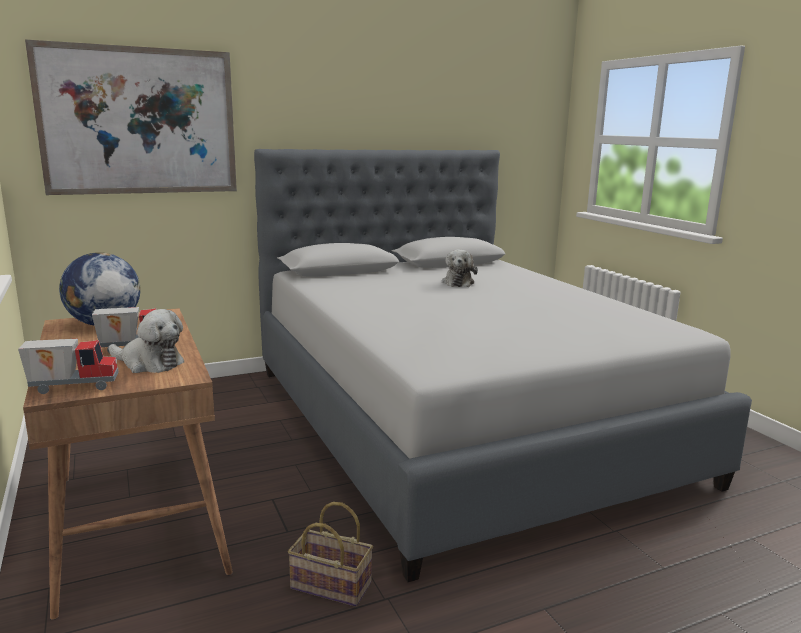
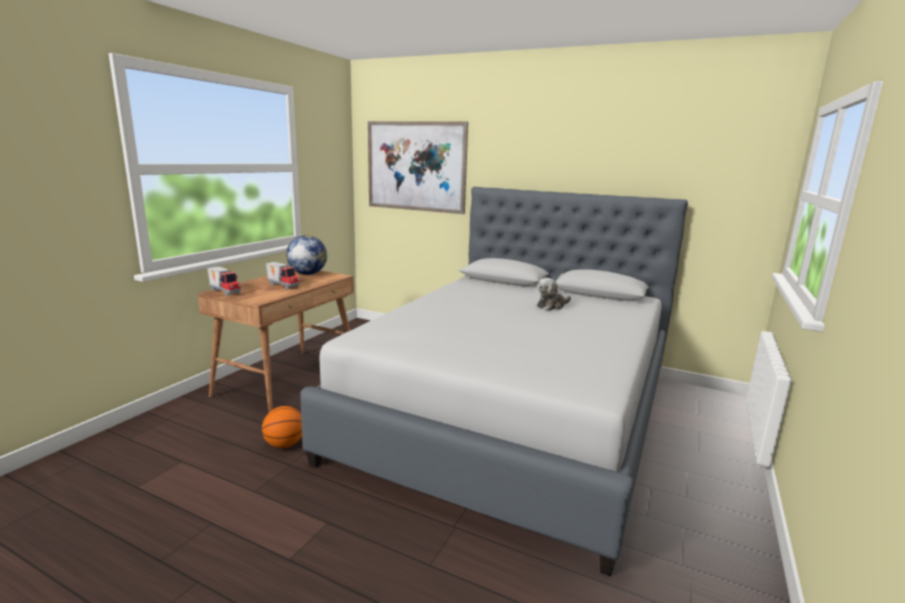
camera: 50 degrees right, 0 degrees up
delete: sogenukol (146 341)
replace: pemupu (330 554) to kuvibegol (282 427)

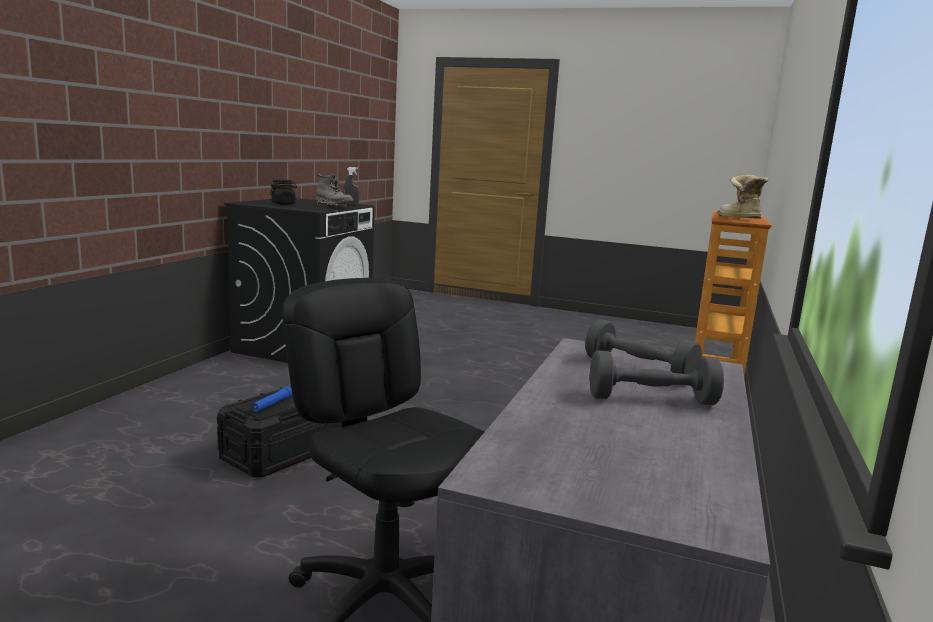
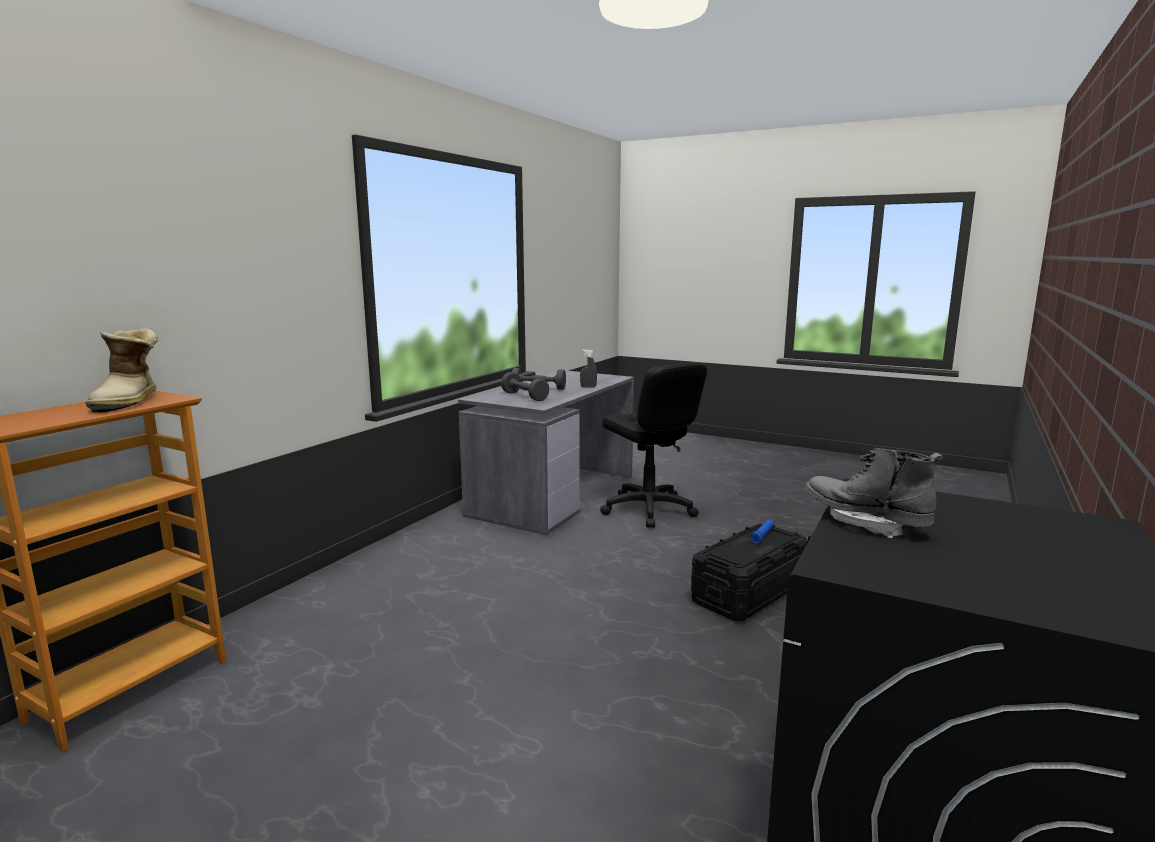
camera: 170 degrees left, 0 degrees up
delete: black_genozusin (283 192)
move: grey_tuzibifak (351 186) to (588 368)

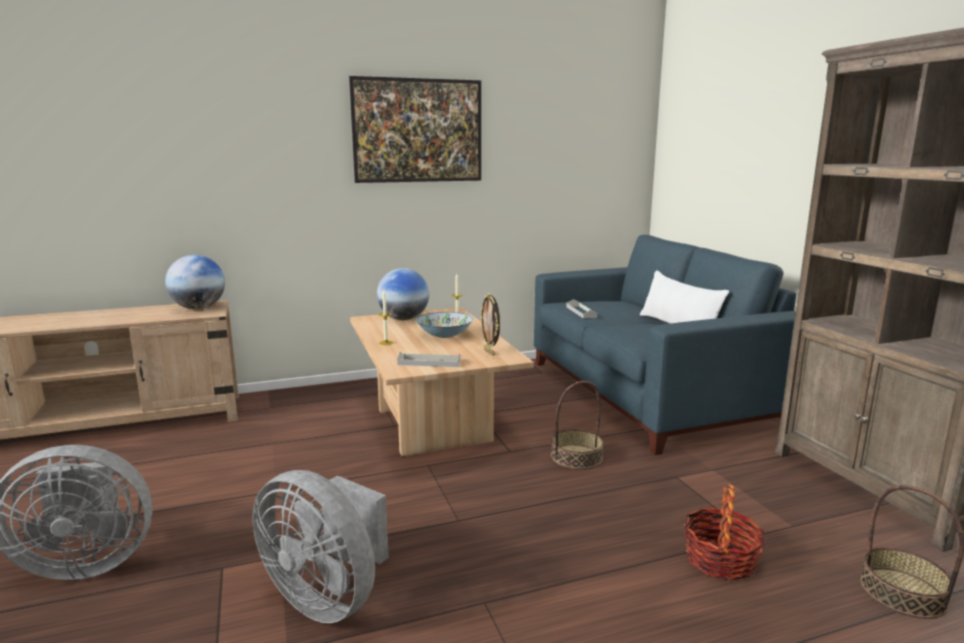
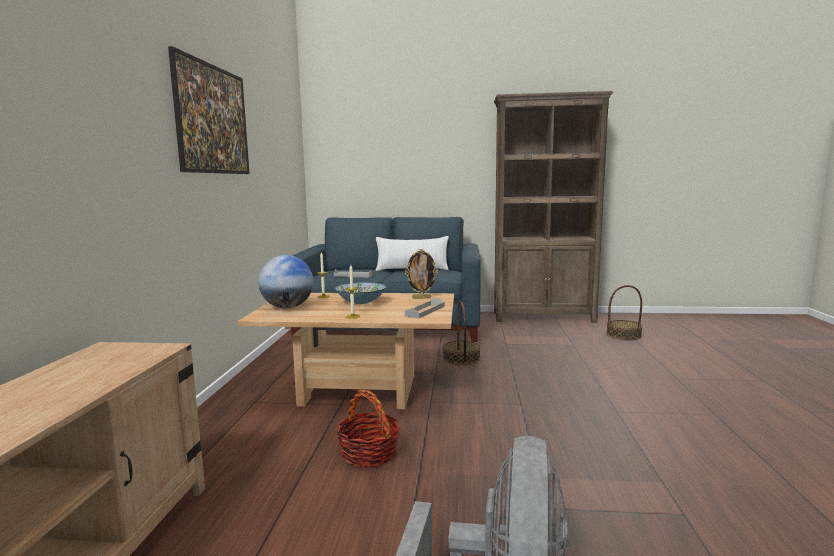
camera: 65 degrees left, 5 degrees down
delete: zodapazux (195 282); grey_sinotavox (320 546)
move: pemupu (724 532) to (368 428)

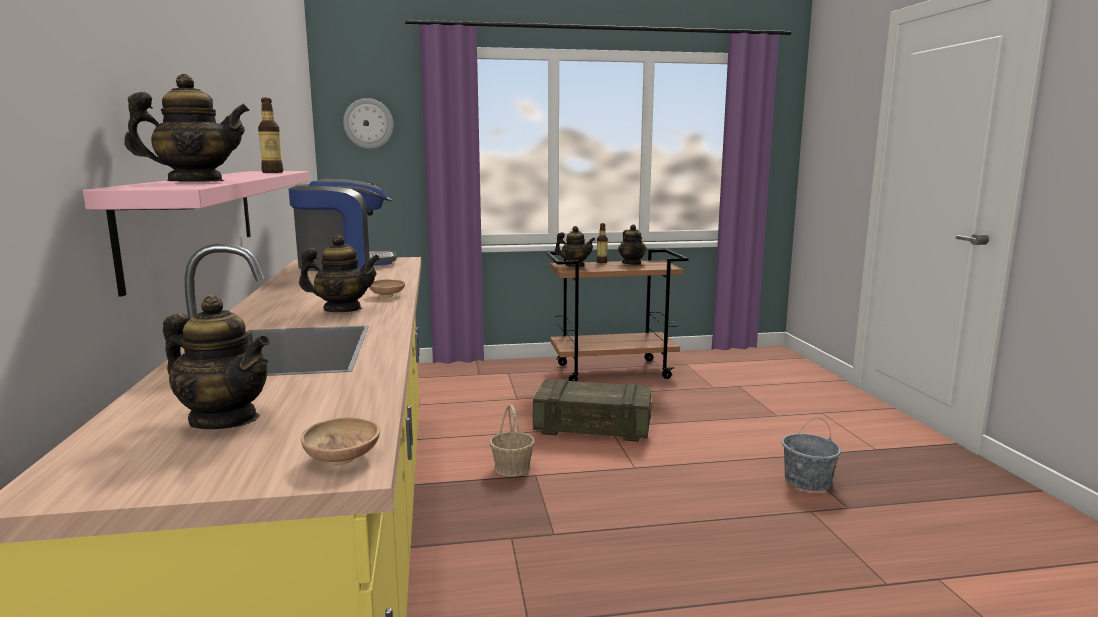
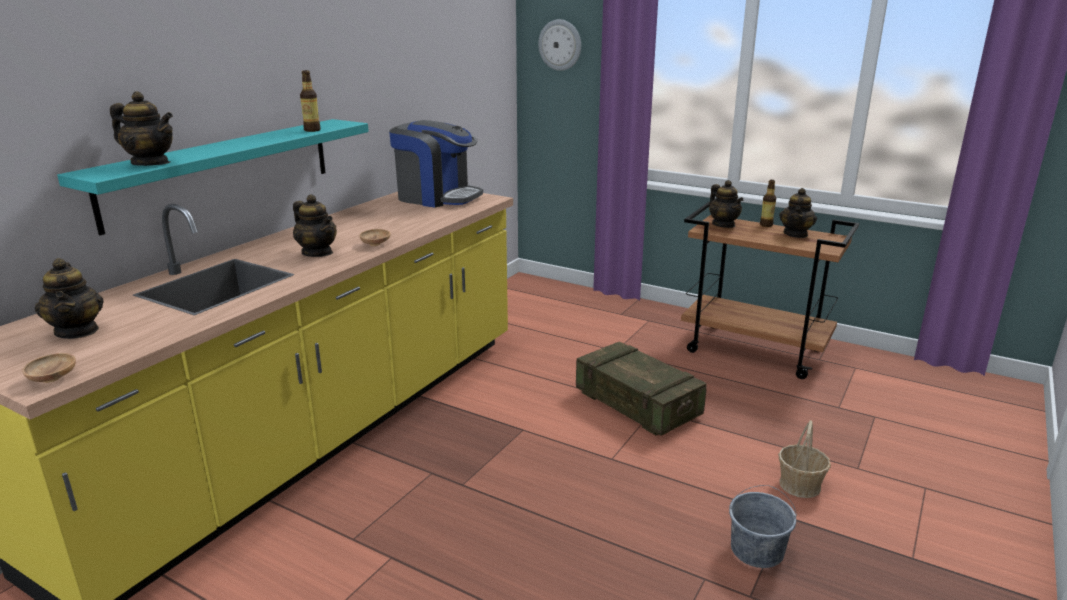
camera: 40 degrees right, 10 degrees up
move: pemupu (512 441) to (804 459)
recolor: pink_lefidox (196 234) to turquoise_lefidox (213 177)

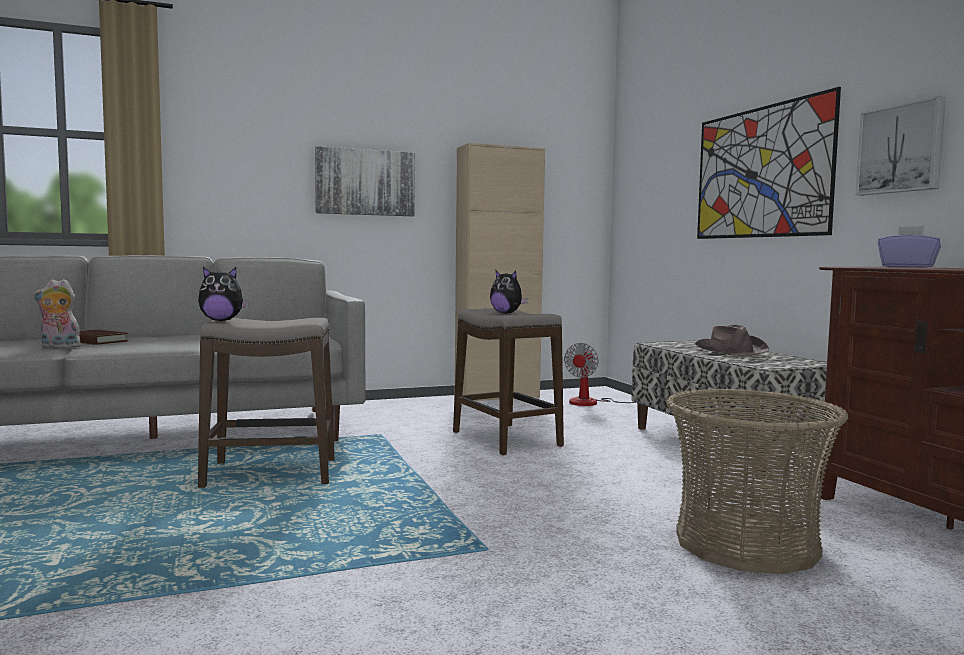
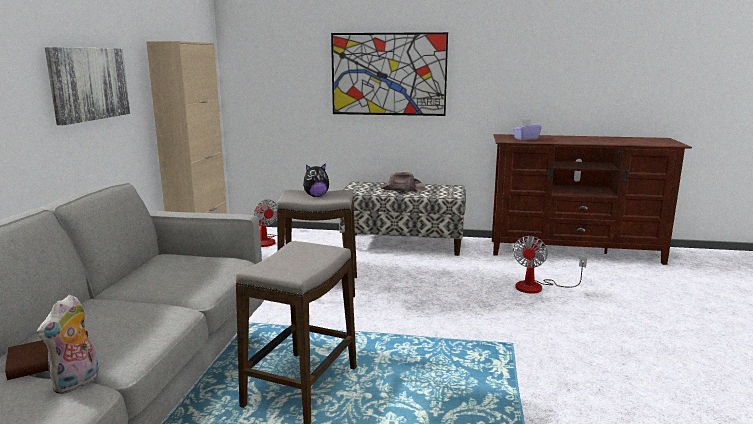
camera: 60 degrees left, 10 degrees up
delete: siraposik (901 145); sogenukol (223 294)
replace: pemupu (757 481) to sinotavox (550 265)

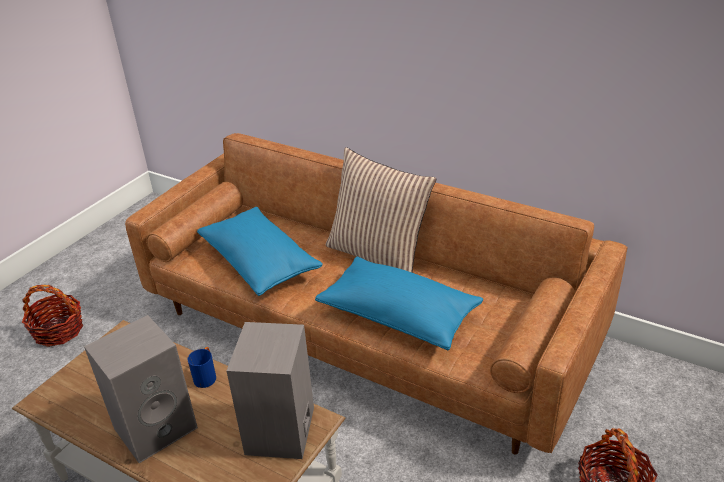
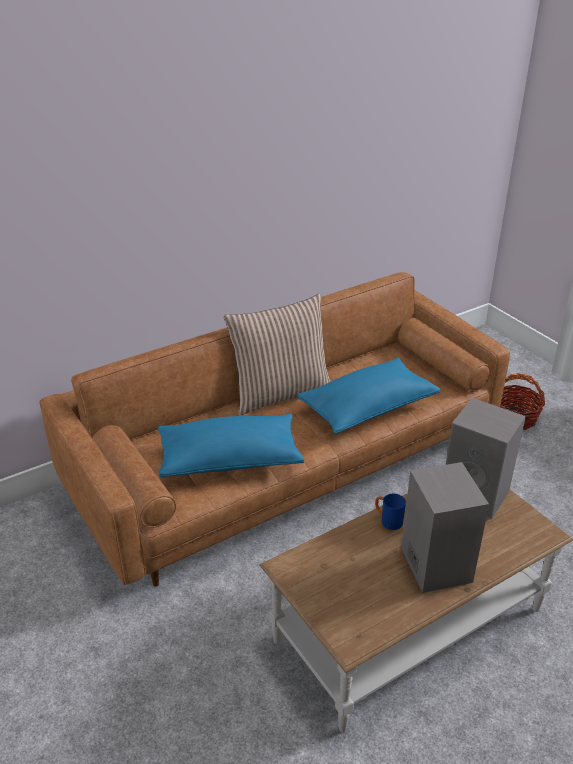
camera: 65 degrees left, 0 degrees up
delete: pemupu (52 316)

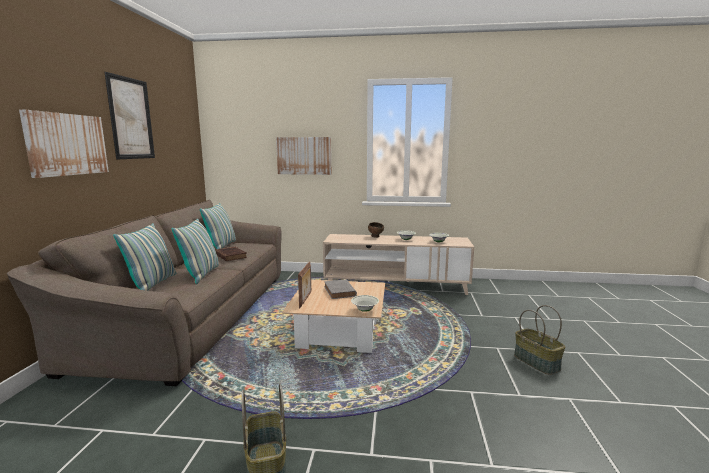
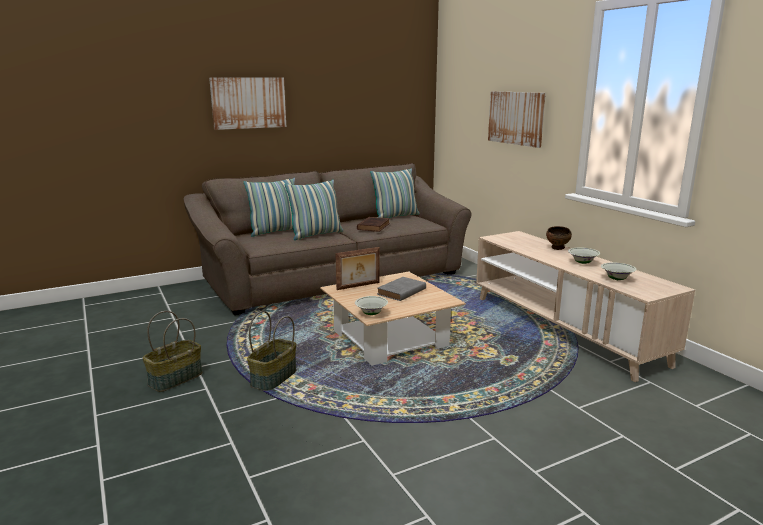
camera: 55 degrees right, 5 degrees up
delete: siraposik (129 115)
move: pemupu (539 340) to (272 351)

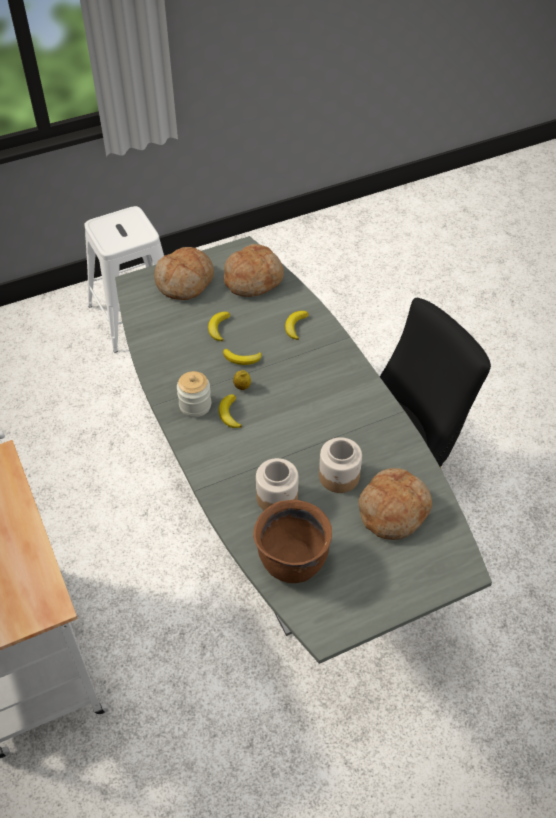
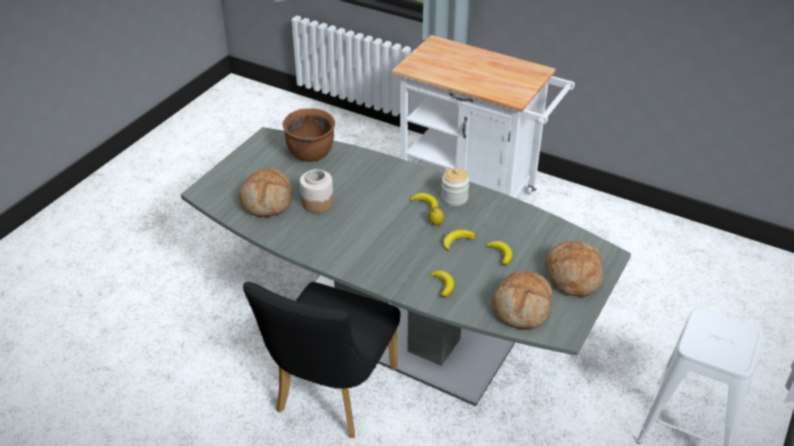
camera: 145 degrees right, 10 degrees down
delete: genozusin (277 484)

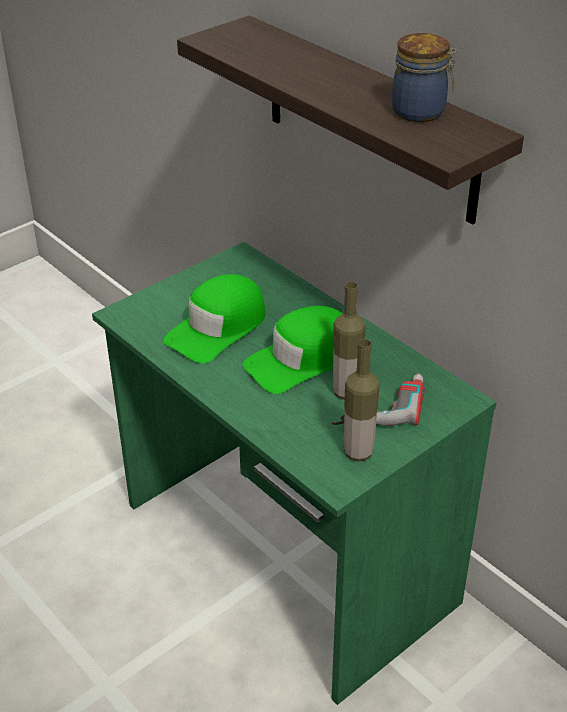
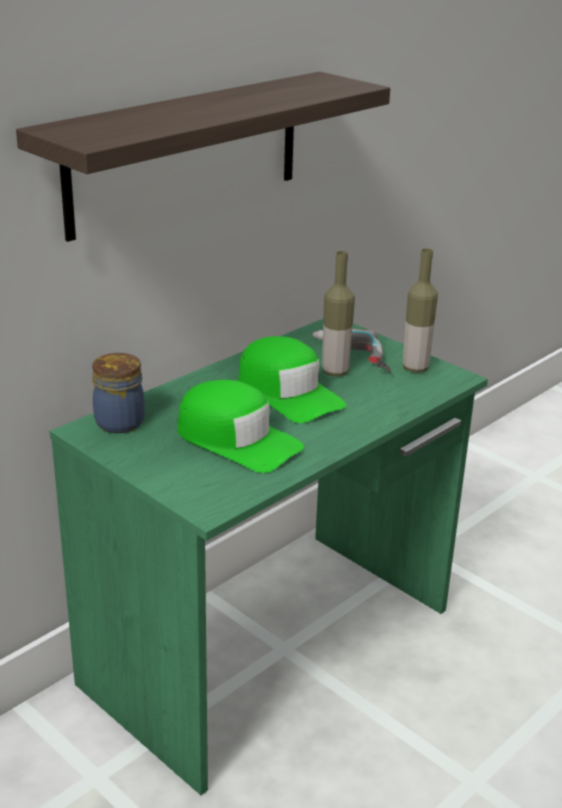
camera: 95 degrees left, 10 degrees down
move: genozusin (424 77) to (118 393)

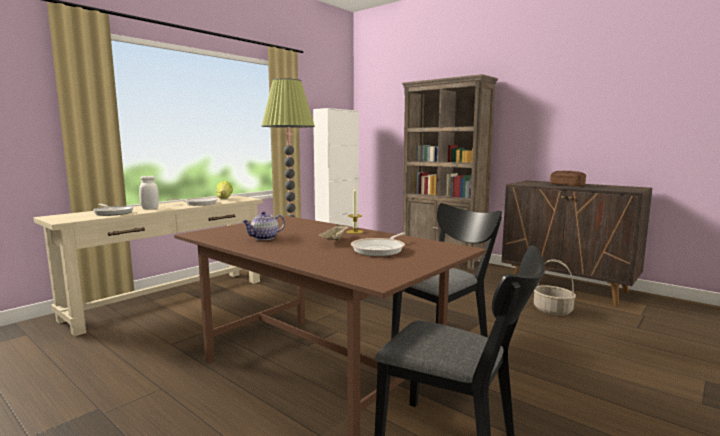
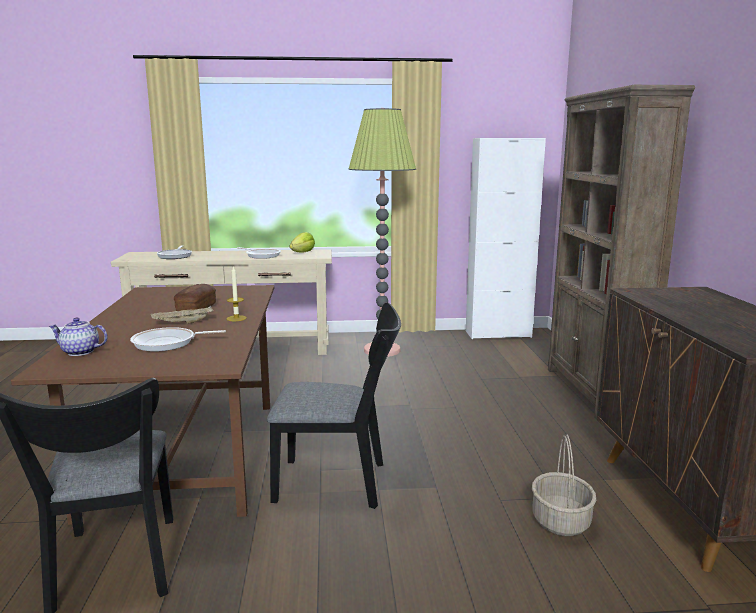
camera: 45 degrees right, 5 degrees up
delete: white_genozusin (149 192)
move: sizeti (568 178) to (195 297); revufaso (263 225) to (78 337)

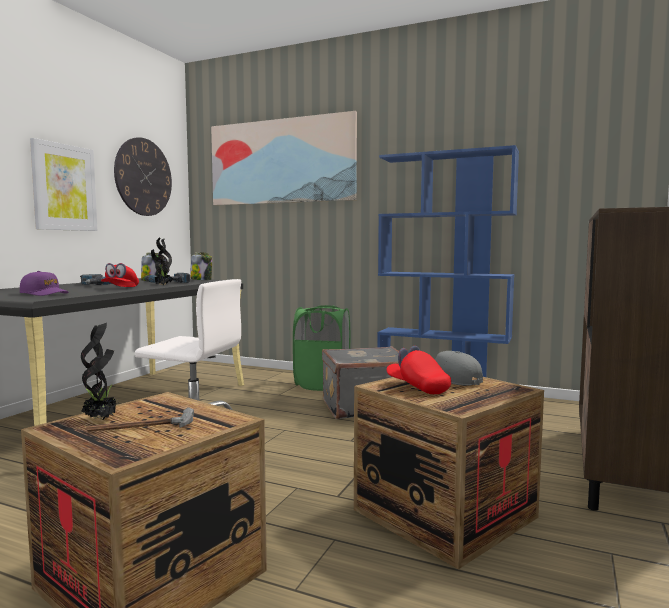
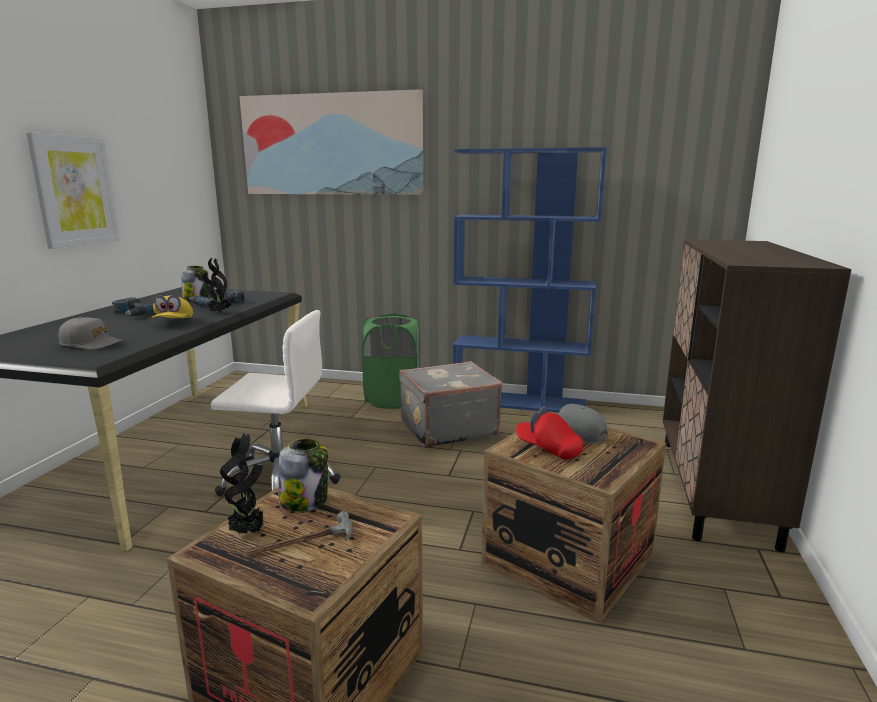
camera: 10 degrees left, 10 degrees up
delete: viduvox (143 176)
move: genozusin (201 266) to (303 475)
recolor: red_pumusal (120 275) to yellow_pumusal (172 306); purple_pumusal (44 283) to grey_pumusal (90 333)

